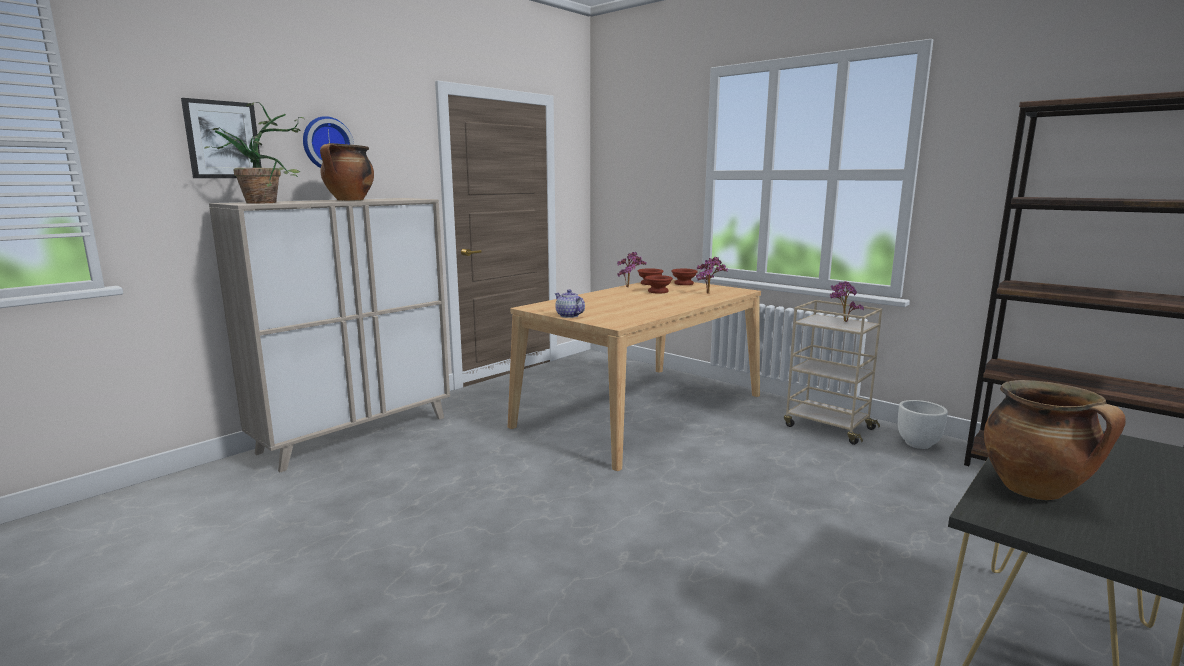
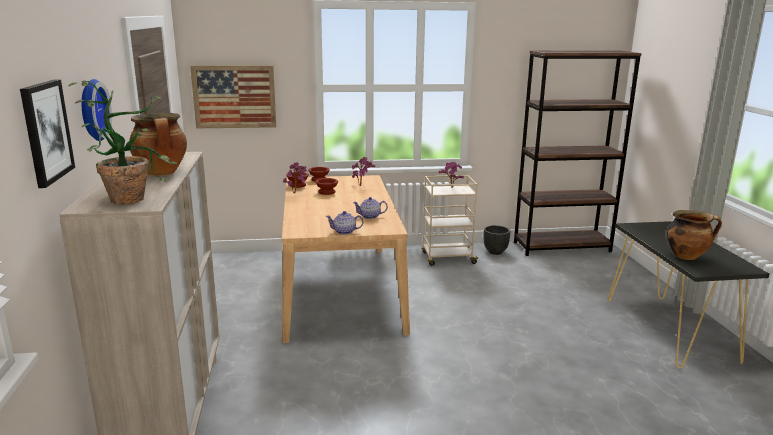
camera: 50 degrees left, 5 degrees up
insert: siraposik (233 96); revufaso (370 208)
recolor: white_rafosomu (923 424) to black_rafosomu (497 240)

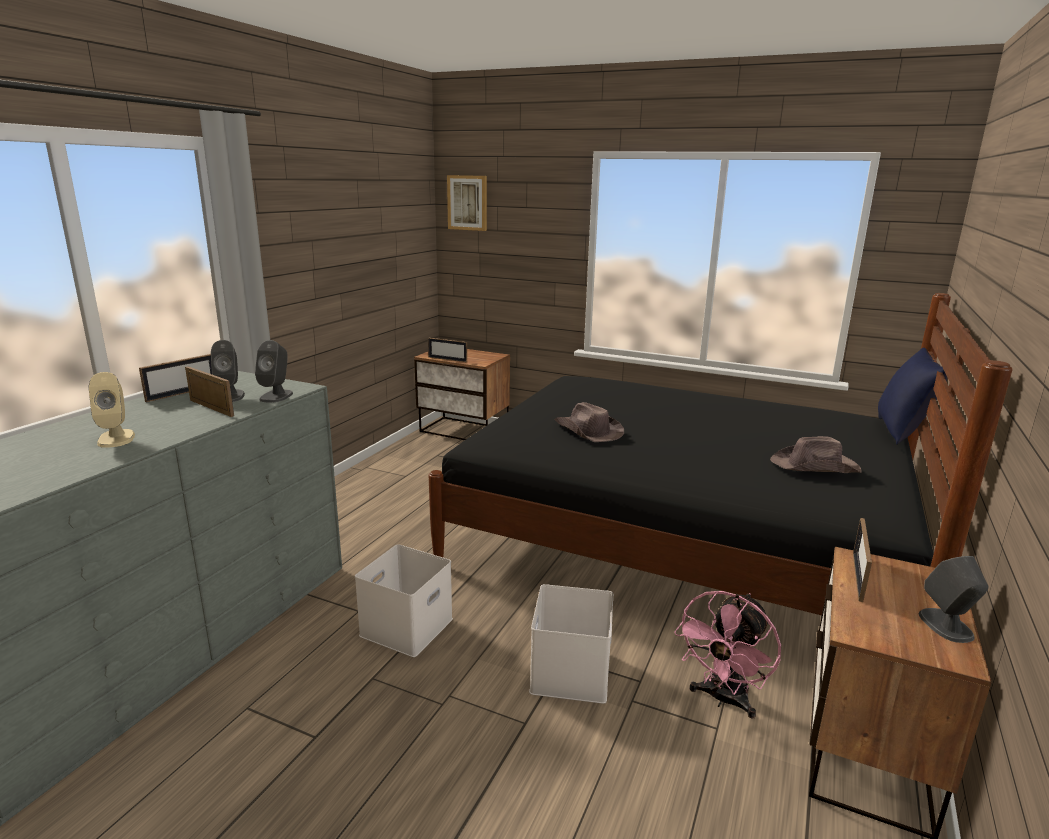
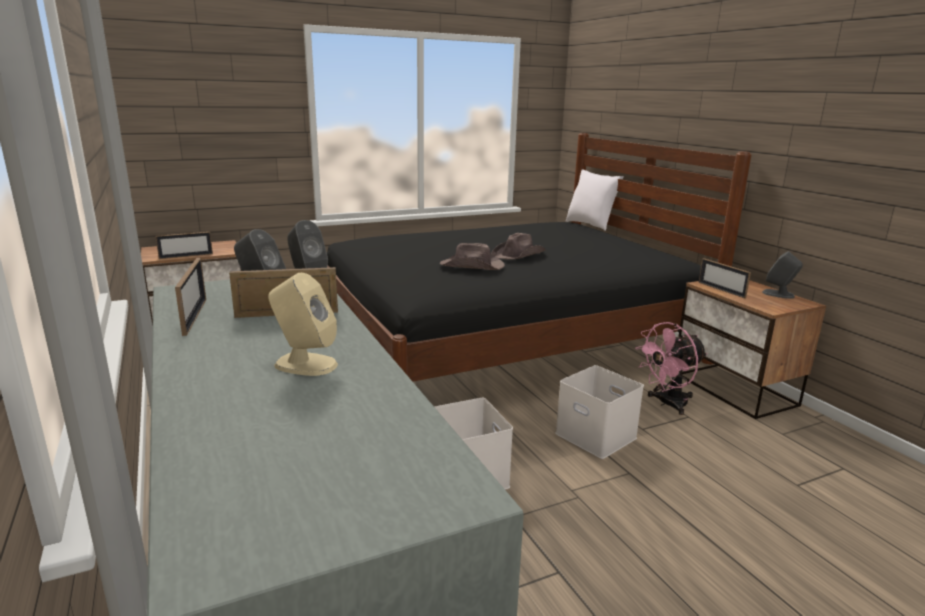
camera: 50 degrees left, 0 degrees up
delete: siraposik (467 203)
move: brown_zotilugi (815 454) to (518 246)
recolor: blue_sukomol (912 396) to white_sukomol (595 200)
rotate: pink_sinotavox (727 655) = (671 368) 75 degrees clockwise

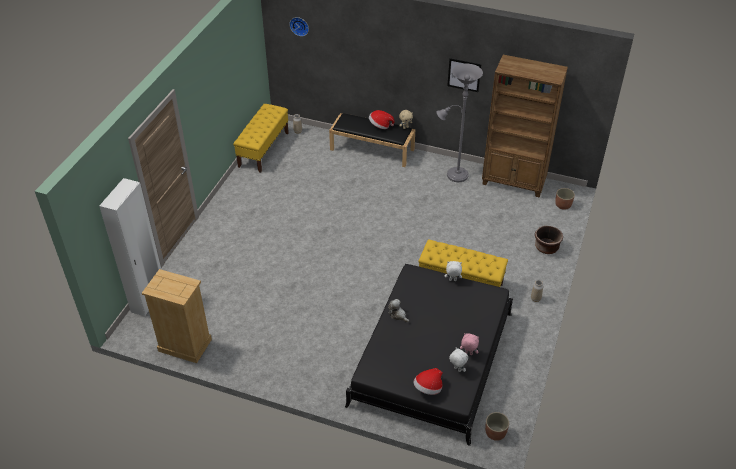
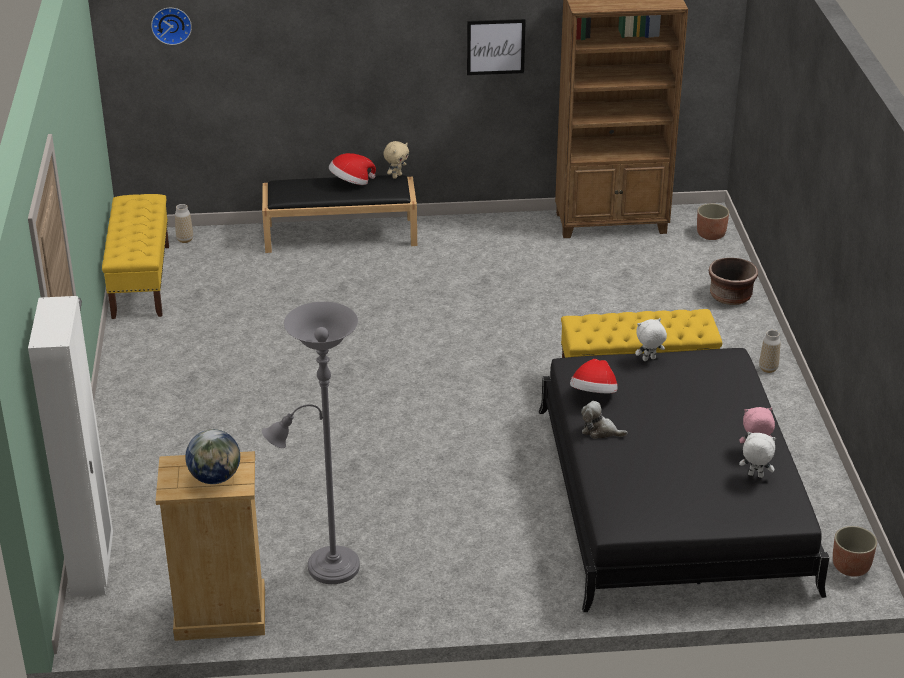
camera: 25 degrees left, 10 degrees down
insert: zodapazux (212 456)
move: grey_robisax (460 123) to (311 443); zotilugi (428 381) to (593 376)

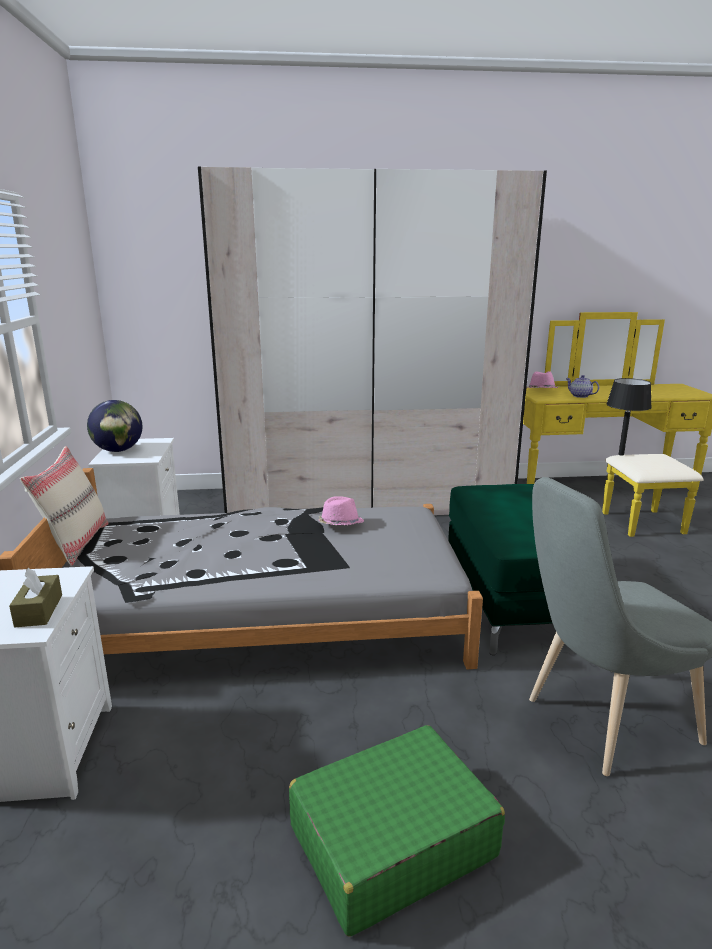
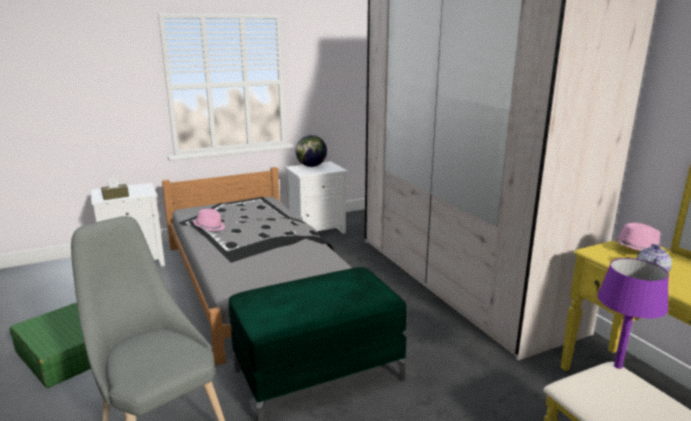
camera: 70 degrees right, 0 degrees up
delete: beige_sukomol (64 506)
move: pink_zotilugi (341 510) to (209 220)
recolor: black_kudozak (629 417) to purple_kudozak (633 313)

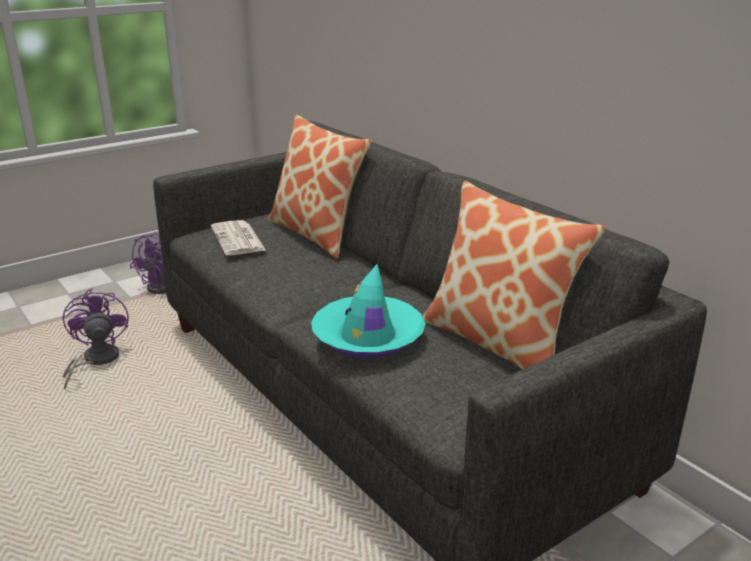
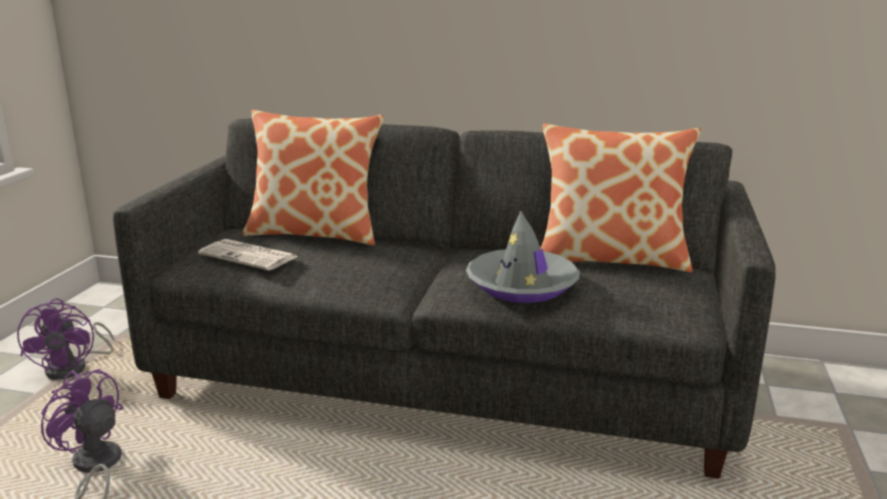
camera: 40 degrees left, 5 degrees down
recolor: turquoise_zotilugi (368 311) to grey_zotilugi (523 257)

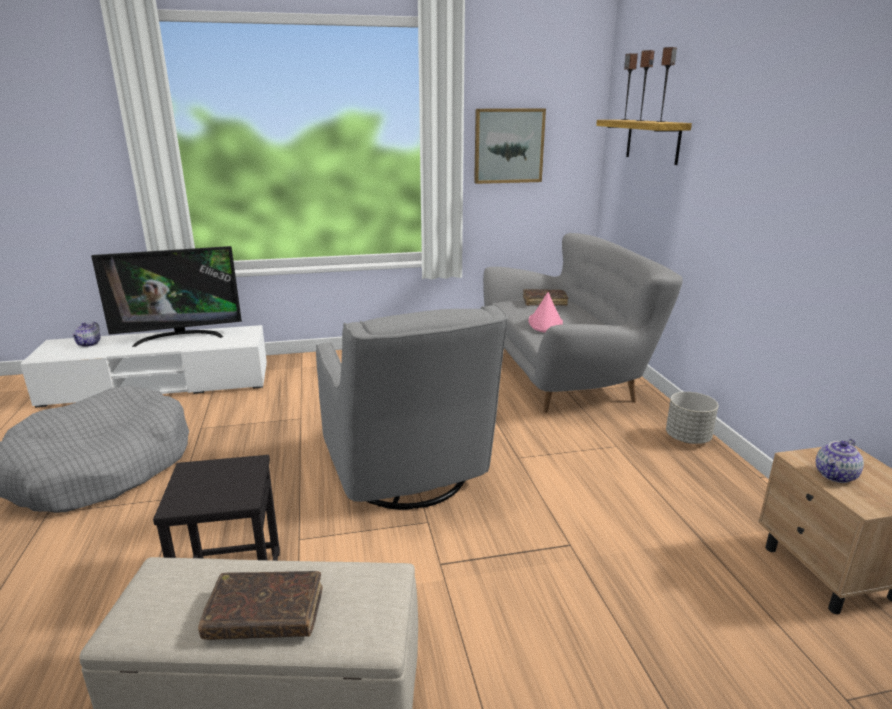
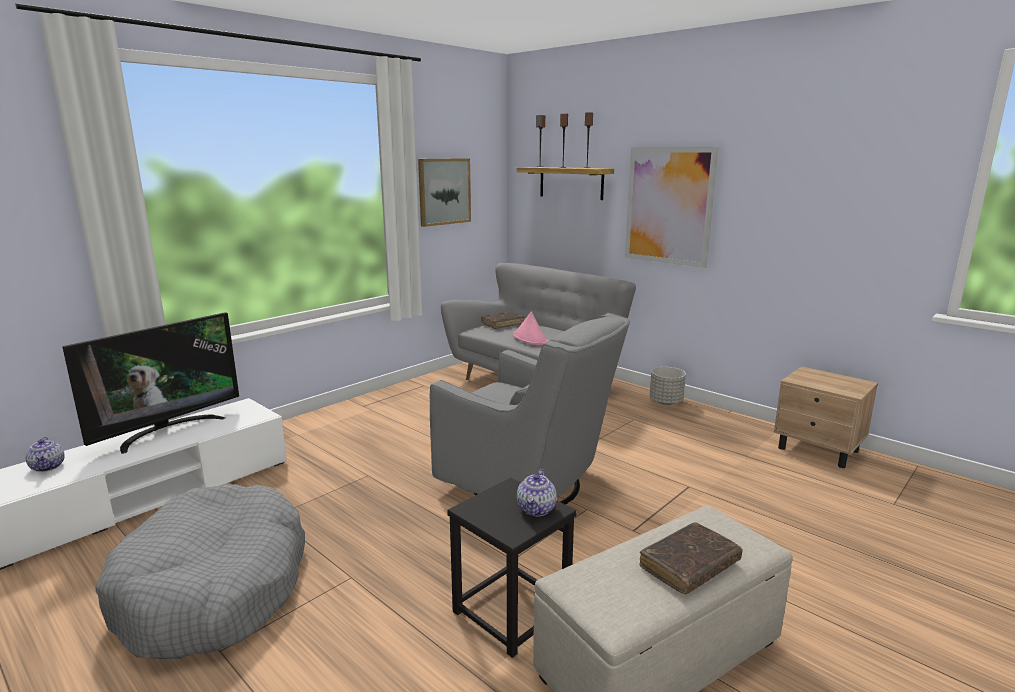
camera: 35 degrees left, 5 degrees down
insert: siraposik (672 207)
move: revufaso (840 461) to (537 492)

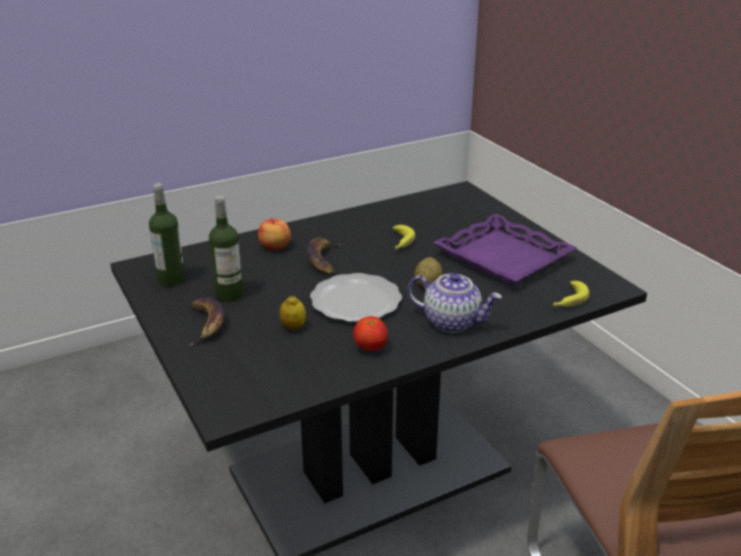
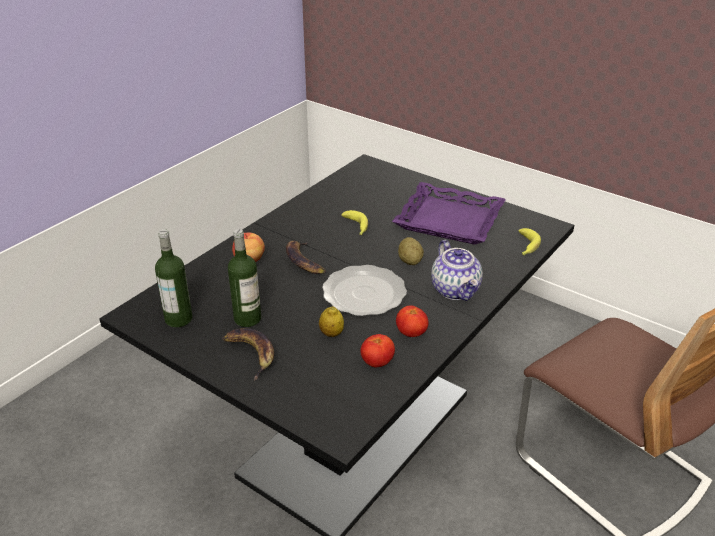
camera: 25 degrees left, 5 degrees up
insert: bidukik (377 350)
rotate: revufaso (454 303) = (457 270) 75 degrees clockwise

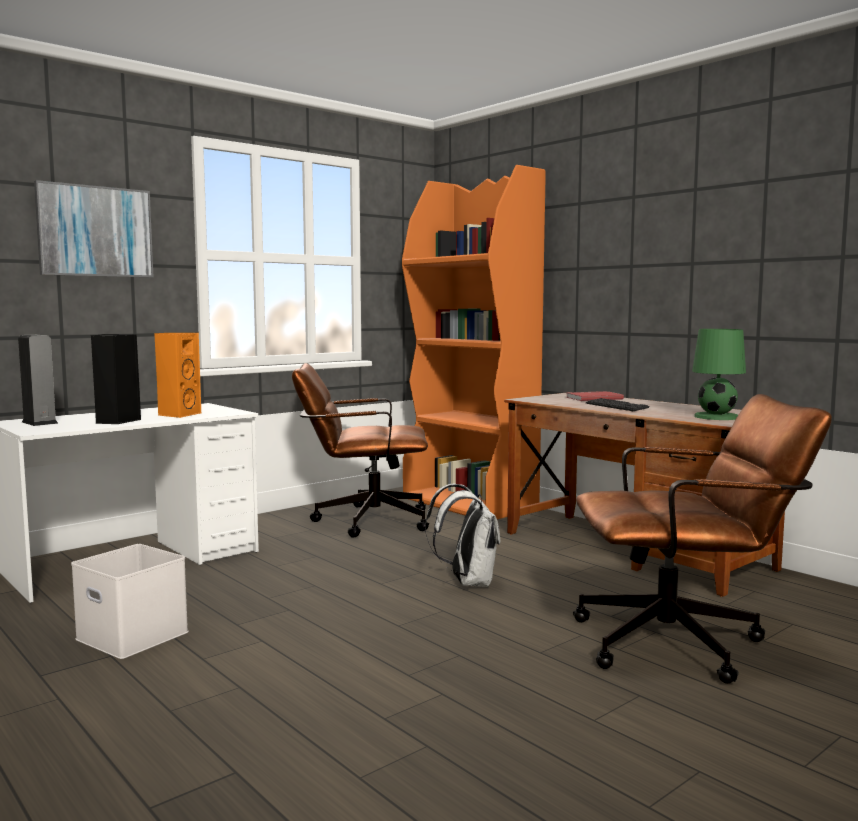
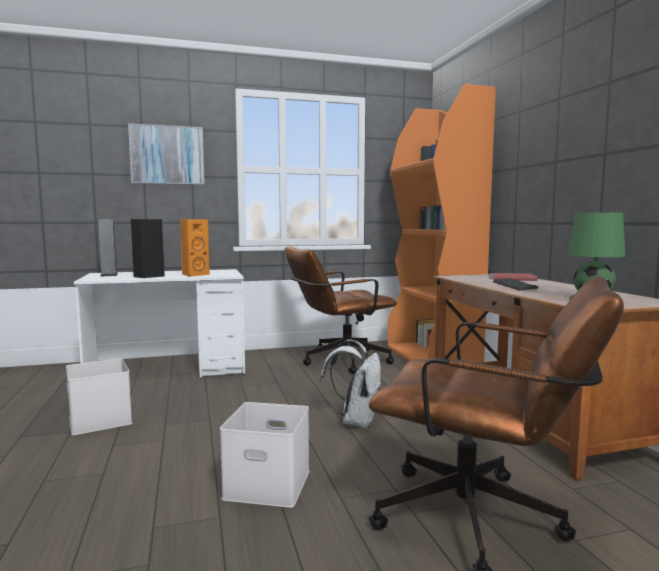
camera: 25 degrees right, 0 degrees up
insert: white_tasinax (264 455)
rotate: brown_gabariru (360 450) = (340 310) 45 degrees counterclockwise

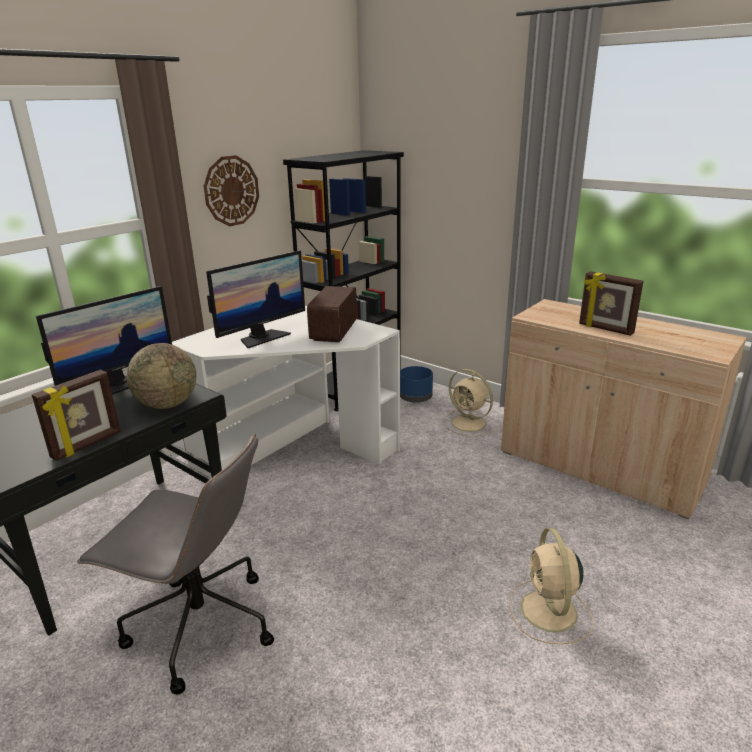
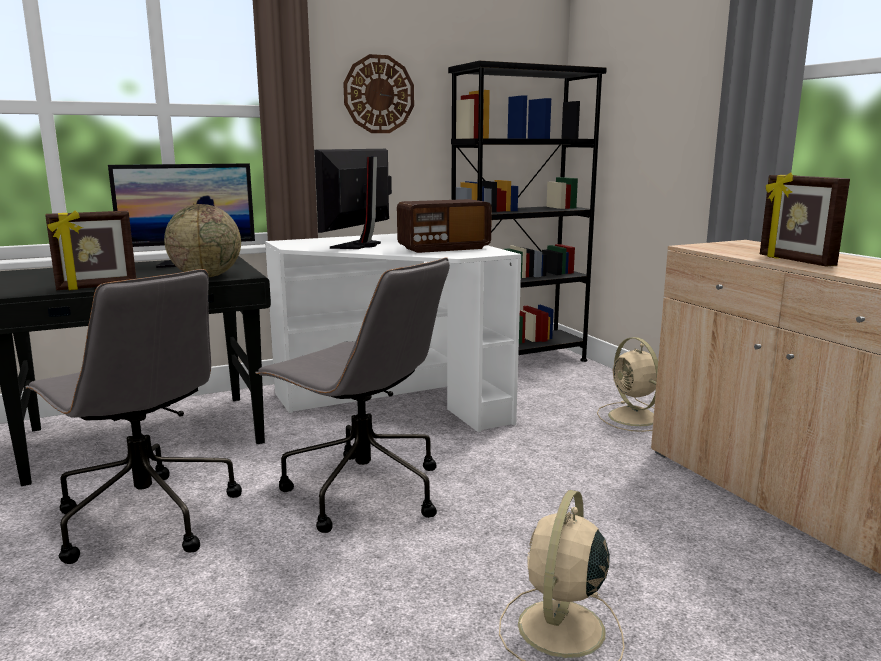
camera: 25 degrees right, 10 degrees down
delete: blue_rafosomu (416 384)
insert: grey_gabariru (352 395)
rotate: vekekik (255 299) = (353 199) 135 degrees clockwise; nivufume (332 314) = (444 226) 150 degrees counterclockwise

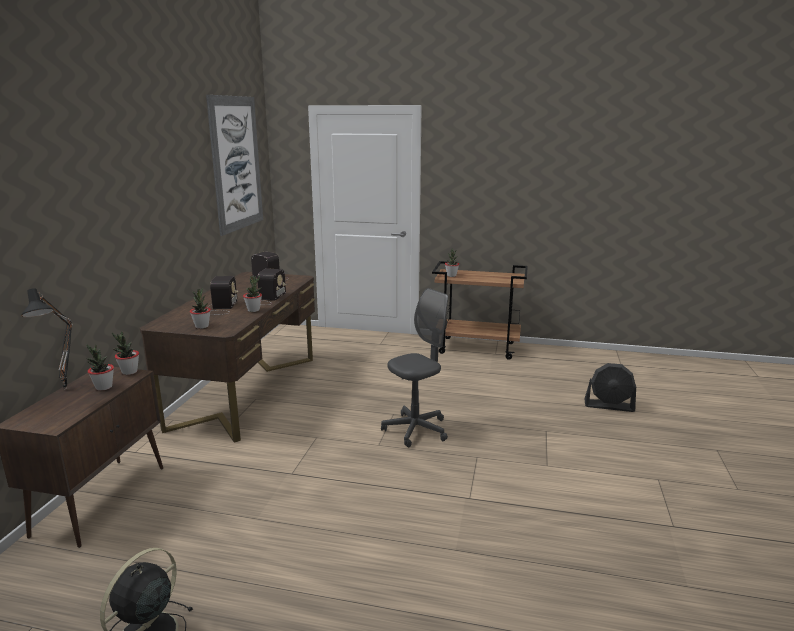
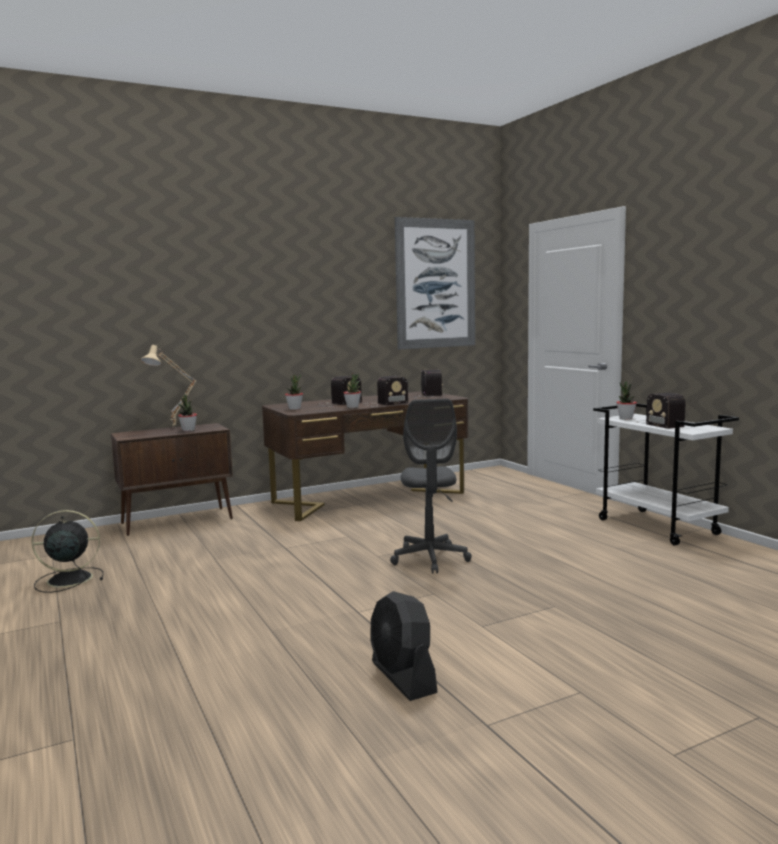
camera: 50 degrees right, 10 degrees down
delete: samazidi (125 353)
insert: nivufume (661 411)
move: black_sinotavox (610 387) to (404 646)
recolor: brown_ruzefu (480 310) to white_ruzefu (666 474); black_kudozak (47 339) to beige_kudozak (169 386)
rotate: grey_gabariru (414 368) = (431 486) 75 degrees clockwise

